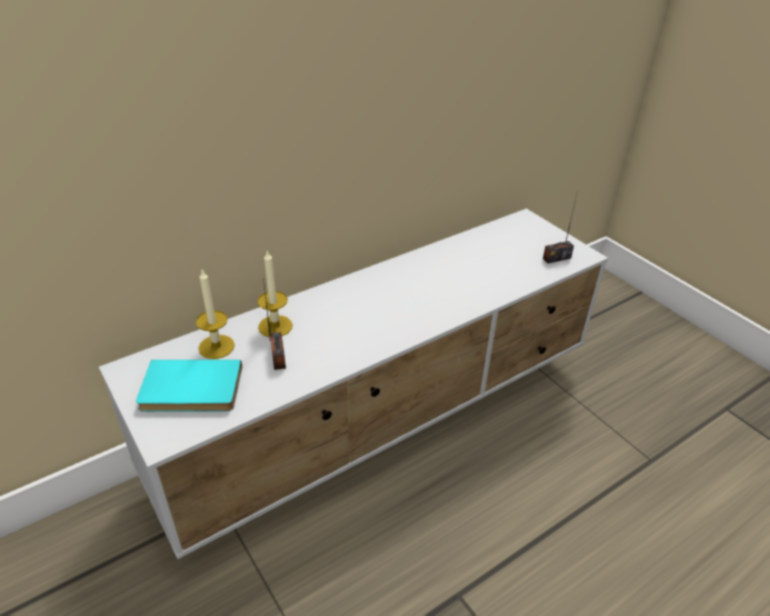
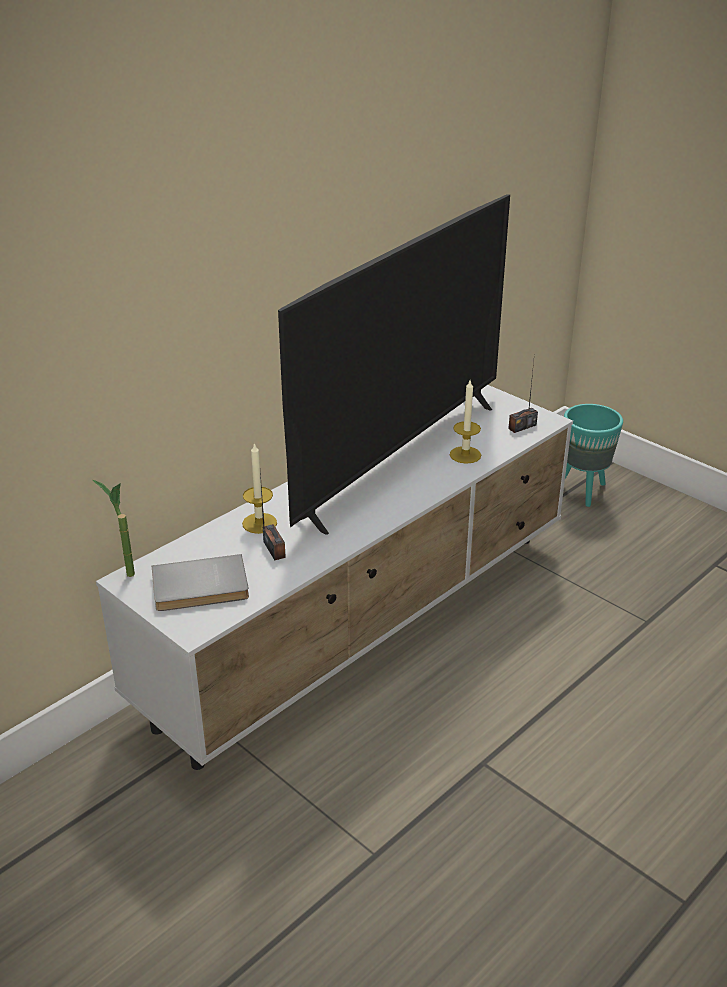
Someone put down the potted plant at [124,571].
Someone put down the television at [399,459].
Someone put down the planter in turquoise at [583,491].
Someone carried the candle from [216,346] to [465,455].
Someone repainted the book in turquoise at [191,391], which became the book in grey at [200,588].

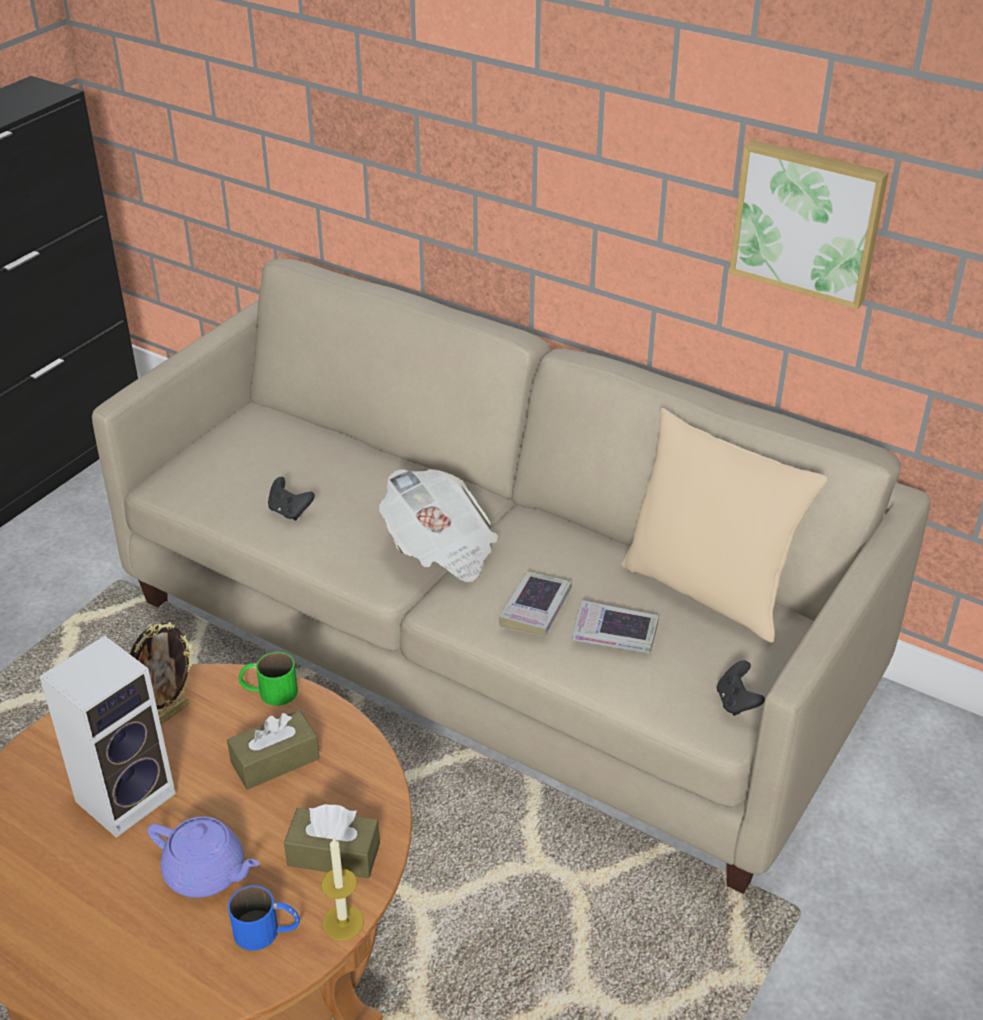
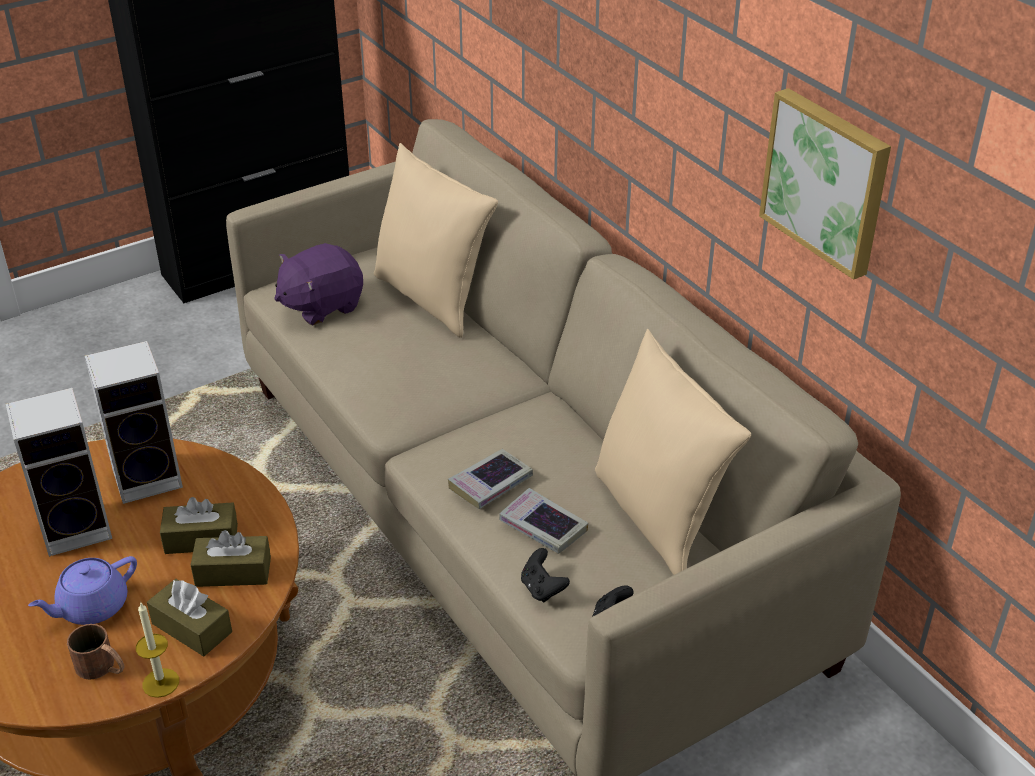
Someone took away the mug in green at [269,691].
Someone took away the newspaper at [440,548].
Someone put down the tissue box in brown at [233,572].
Someone put down the plush toy in purple at [321,305].
Someone put down the pillow in beige at [433,298].
Someone carried the game controller in black from [290,511] to [542,589].
Someone swapped the picture frame at [169,715] for the speaker at [150,476].
Someone repainted the mug in blue at [267,931], which became the mug in brown at [102,667].
Someone rotated the teapot in purple at [207,873] by 90 degrees clockwise.

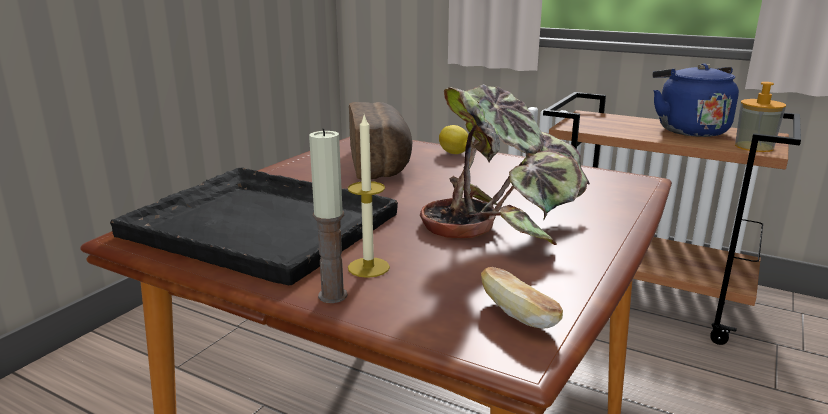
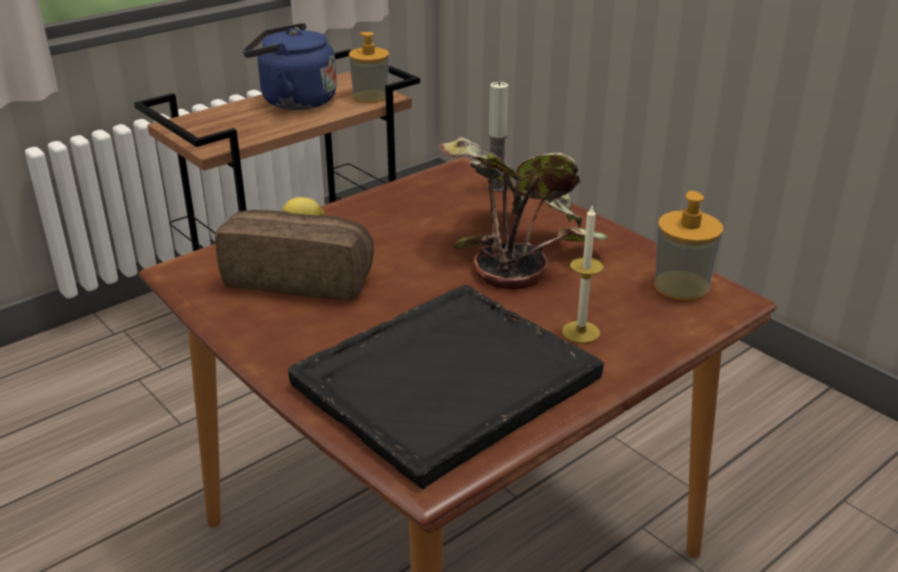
Someone carried the candle from [332,296] to [496,187].
Someone swapped the bread at [518,315] for the soap dispenser at [681,286].

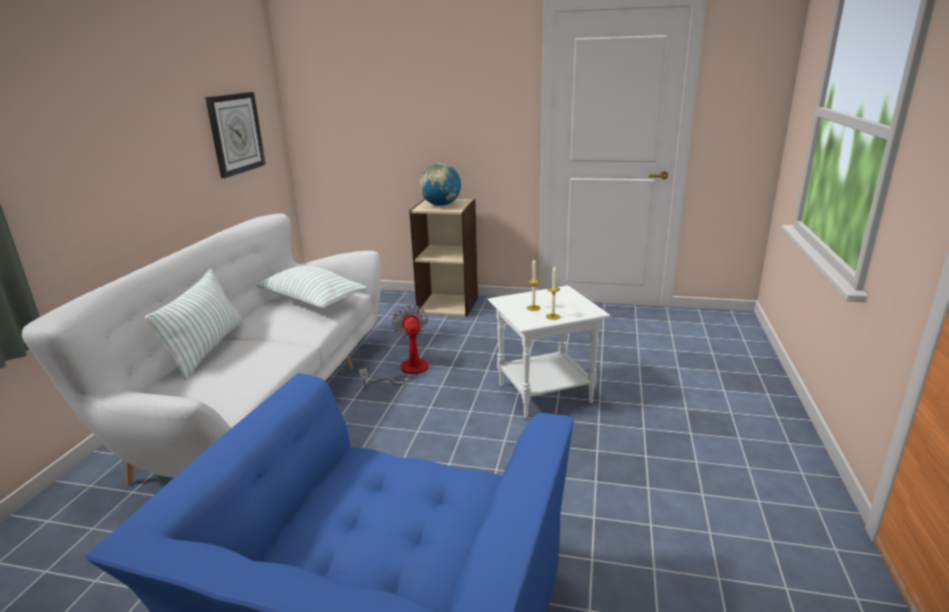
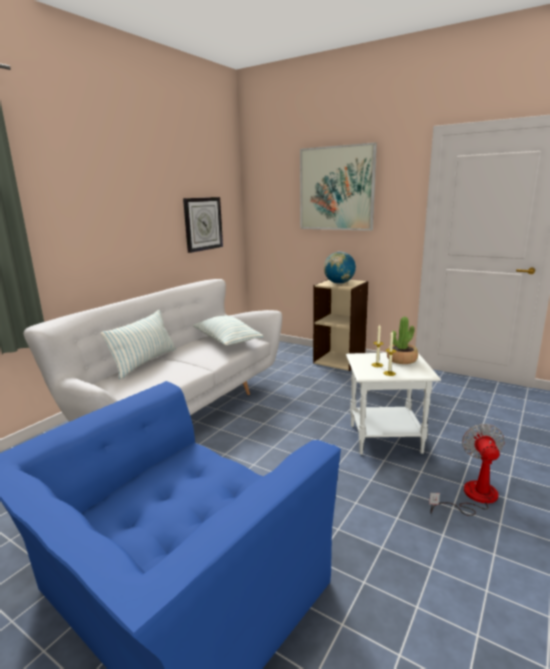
Someone put up the picture at [336,188].
Someone put down the potted plant at [401,359].
Someone carried the fan from [406,371] to [472,497].

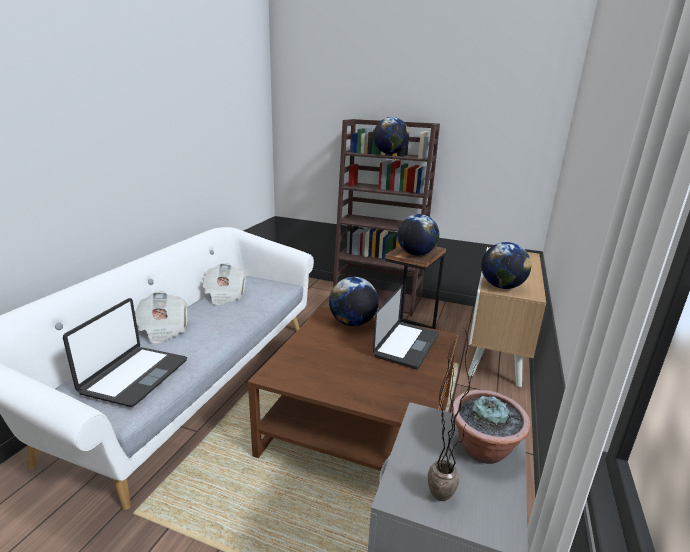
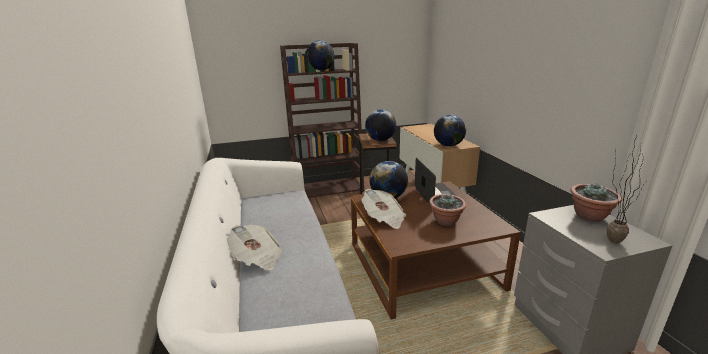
Someone took away the laptop at [134,376].
Someone put down the potted plant at [446,221].
Someone carried the newspaper from [224,295] to [384,219].

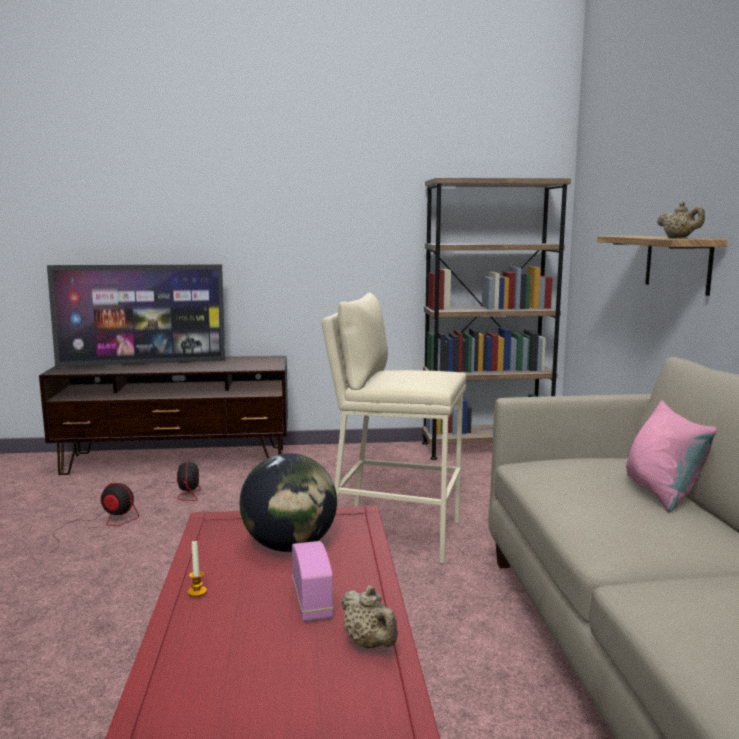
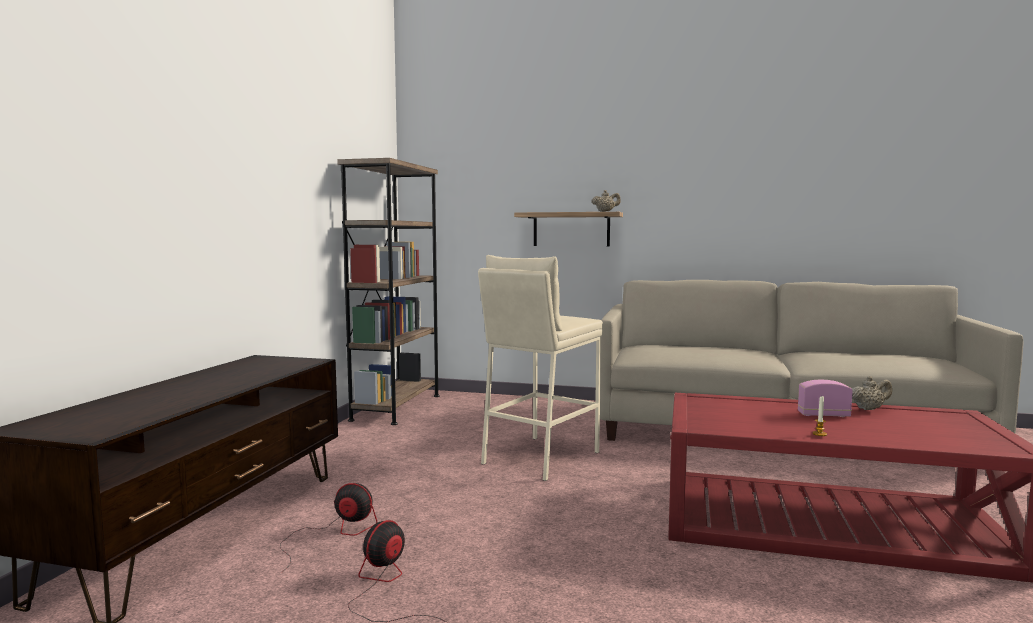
Someone took away the television at [143,363].
Someone took away the globe at [289,546].
Someone took away the pillow in pink at [661,493].

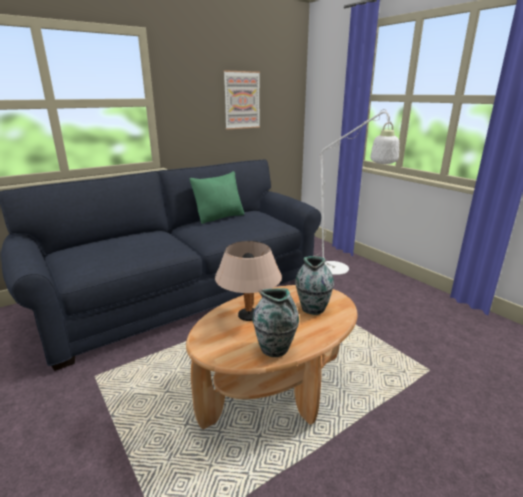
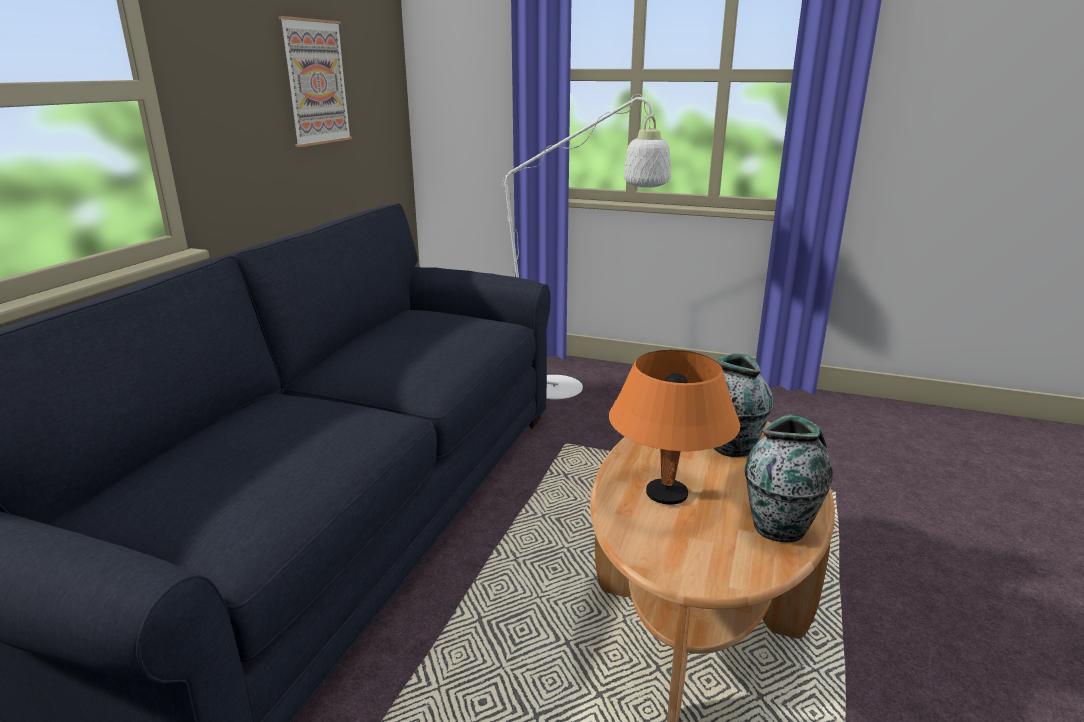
Someone took away the pillow in green at [220,217].
Someone repainted the table lamp in beige at [249,316], which became the table lamp in orange at [667,494].

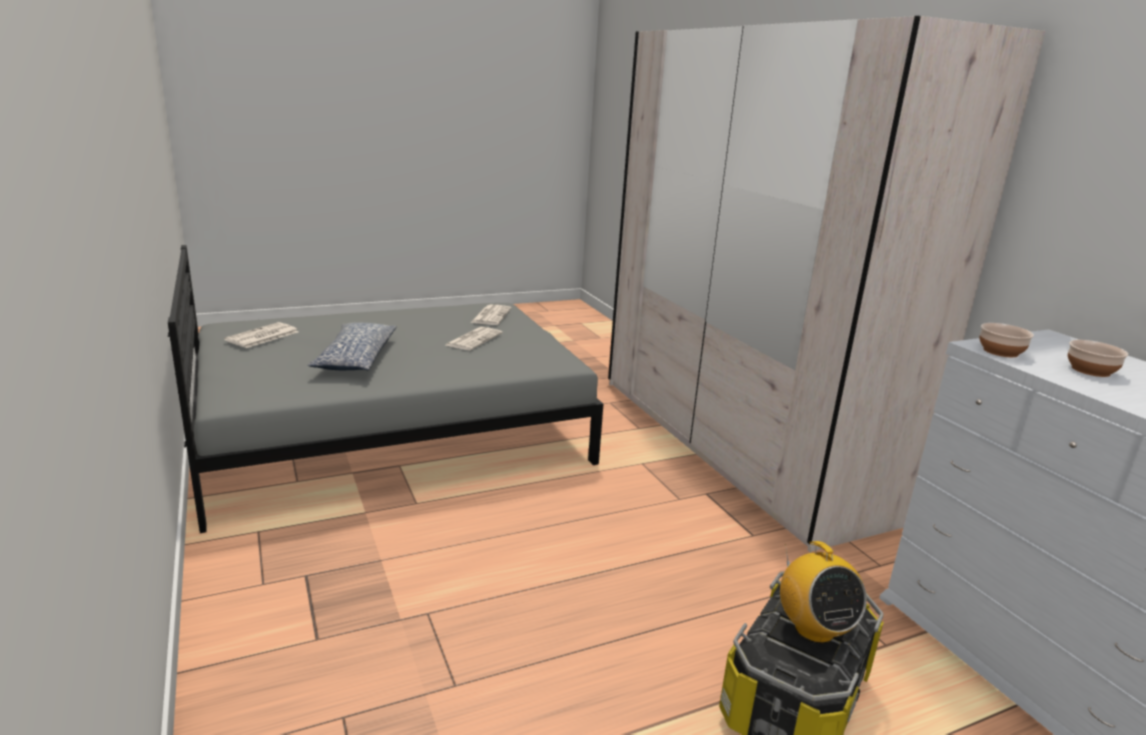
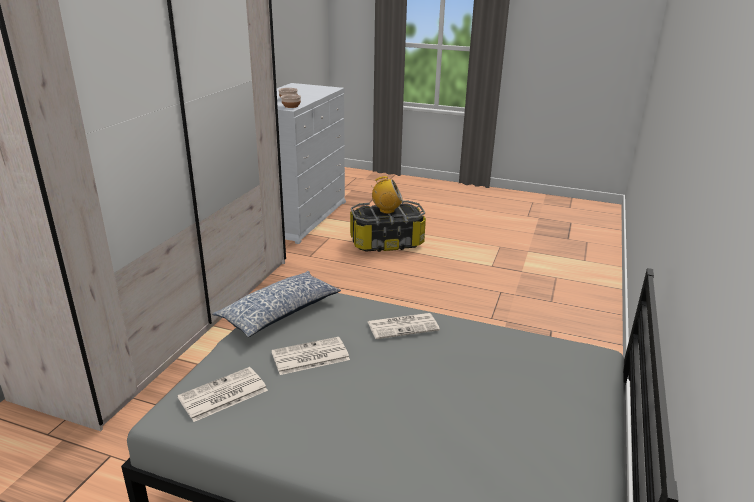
Someone carried the newspaper from [262,336] to [403,326].
Someone carried the pillow from [355,358] to [281,313].
Someone rotated the radio at [813,629] by 60 degrees clockwise.

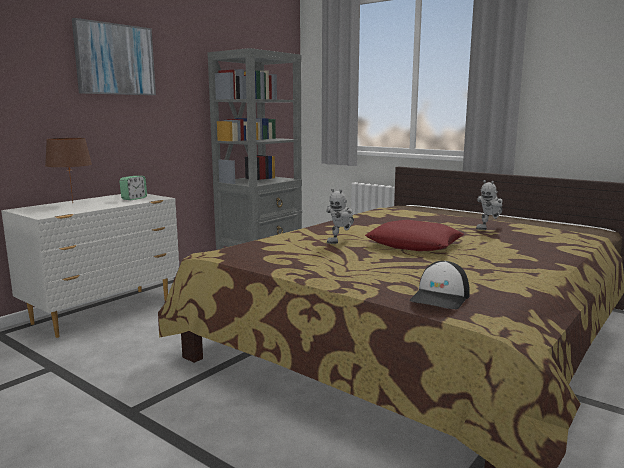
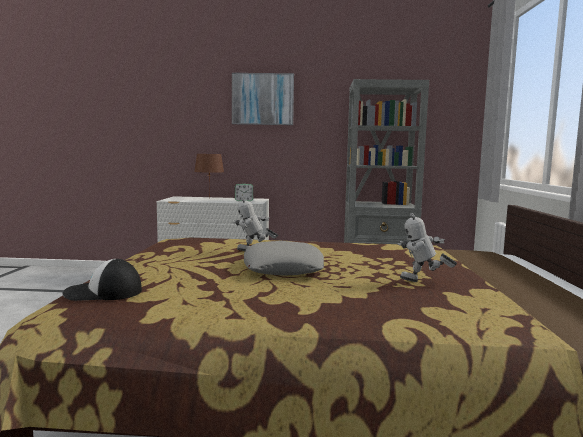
Someone repainted the pillow in red at [414,244], which became the pillow in grey at [283,268].

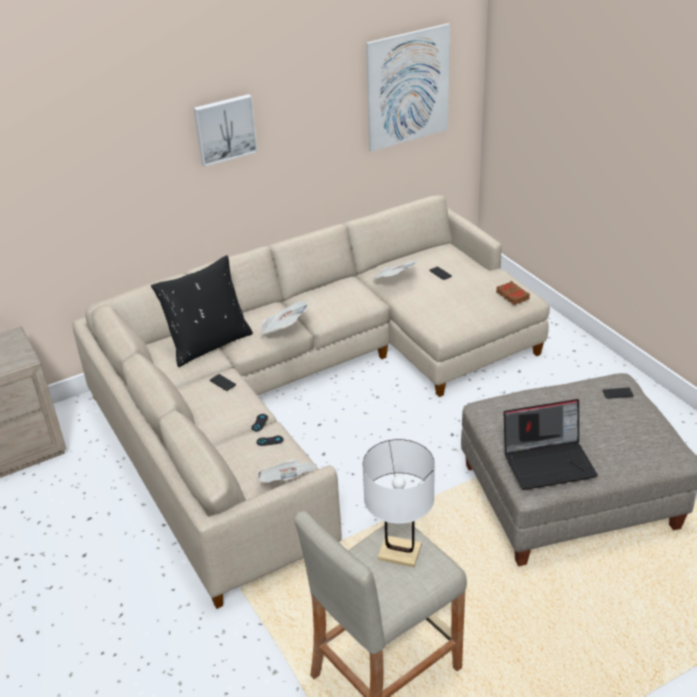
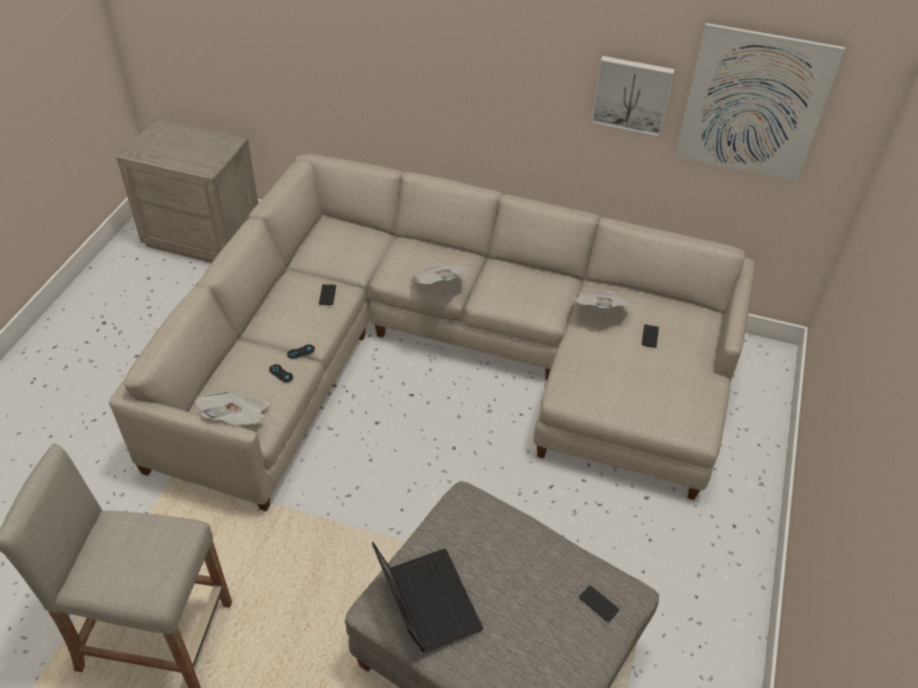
Someone took away the pillow in black at [209,344].
Someone took away the table lamp in white at [400,552].
Someone took away the book in brown at [512,296].
Someone carried the picture from [224,129] to [632,94].
Someone rotated the laptop at [549,462] by 150 degrees counterclockwise.

